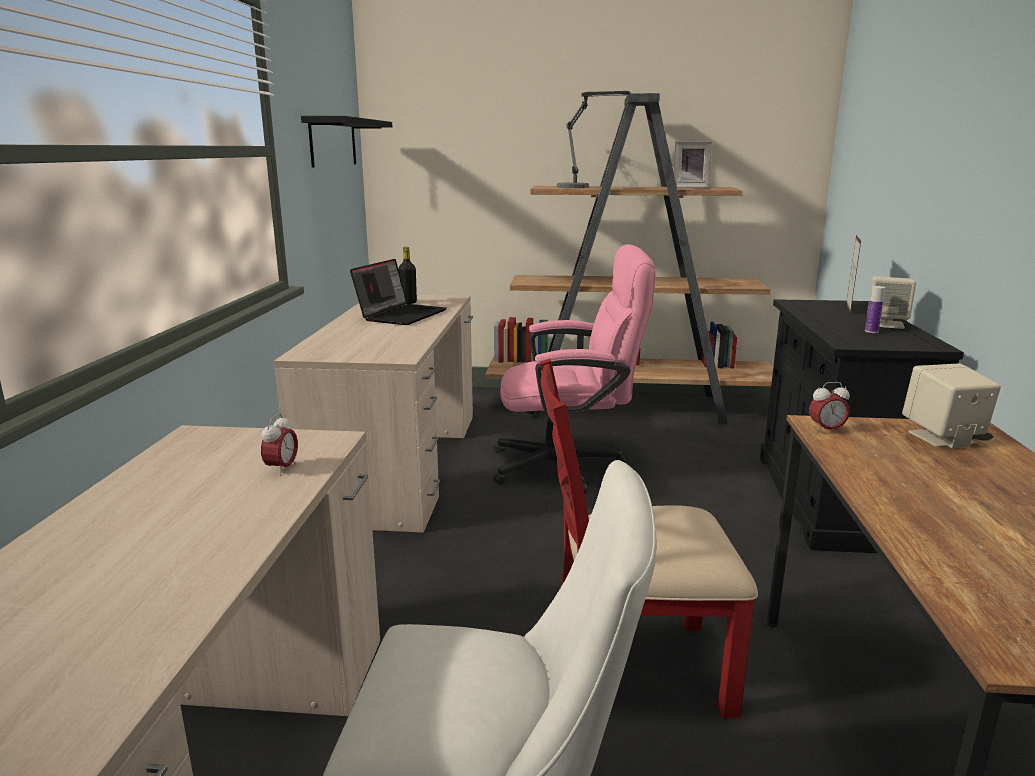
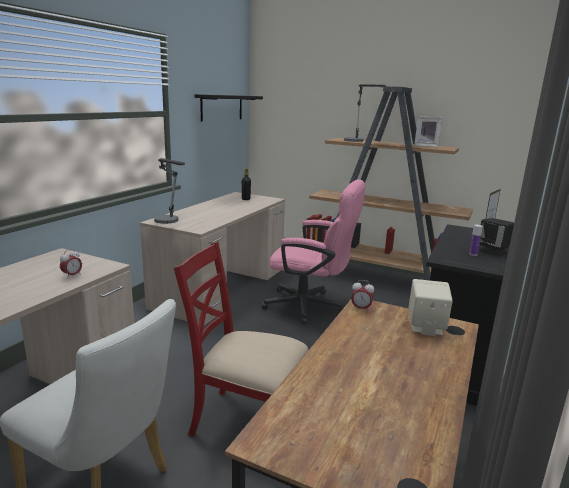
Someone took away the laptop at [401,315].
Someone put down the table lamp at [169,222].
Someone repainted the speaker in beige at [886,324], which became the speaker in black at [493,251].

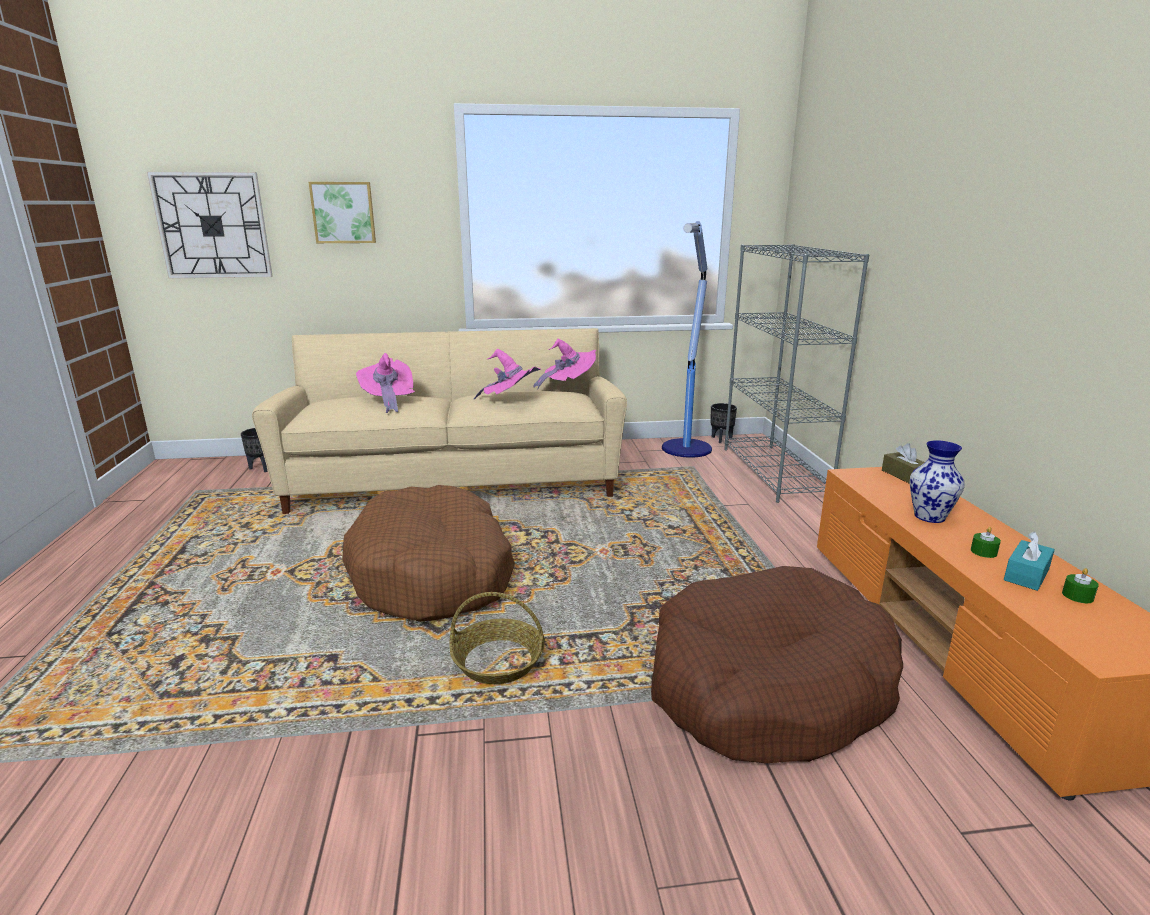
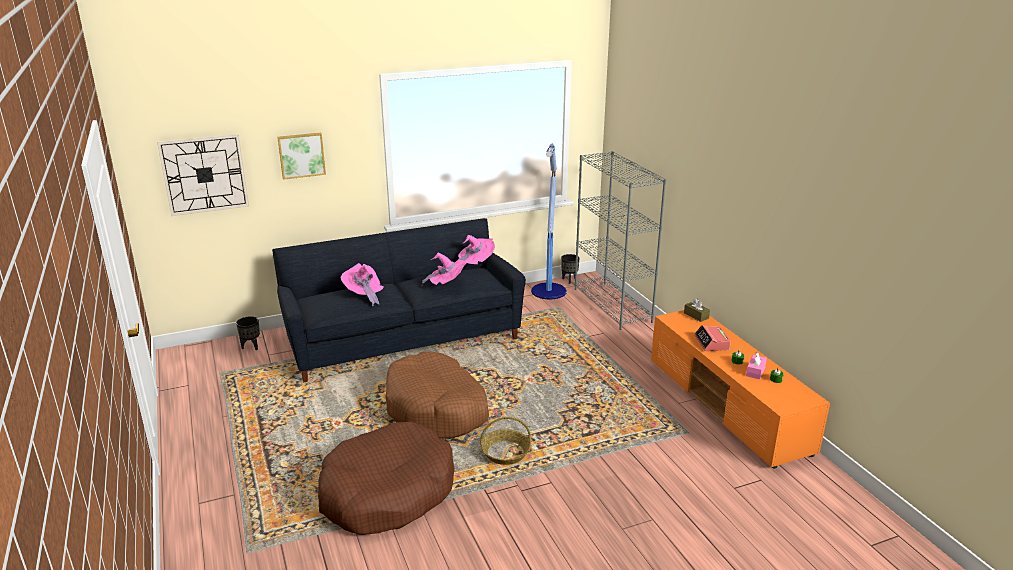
Someone carried the dog bed in brown from [767,686] to [387,492].
Someone swapped the vase at [930,517] for the alarm clock at [711,343].
Someone repainted the sofa in beige at [455,479], which became the sofa in black at [402,338].
Someone repainted the tissue box in turquoise at [1026,575], which became the tissue box in pink at [755,371].

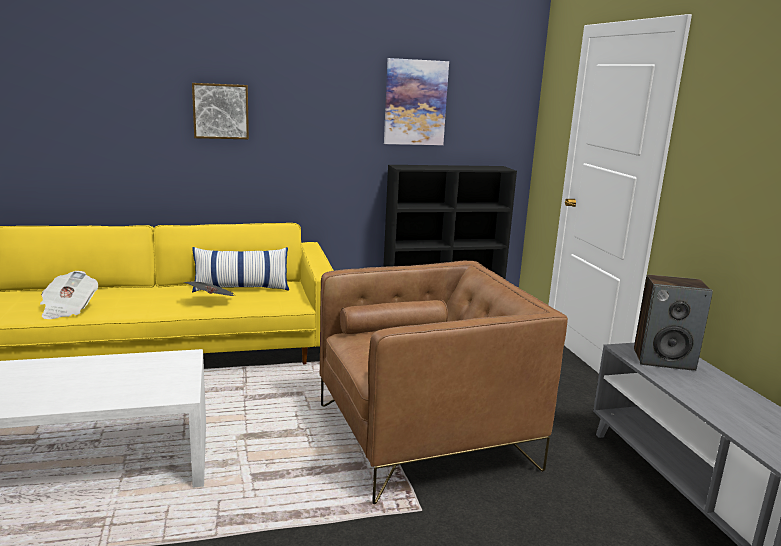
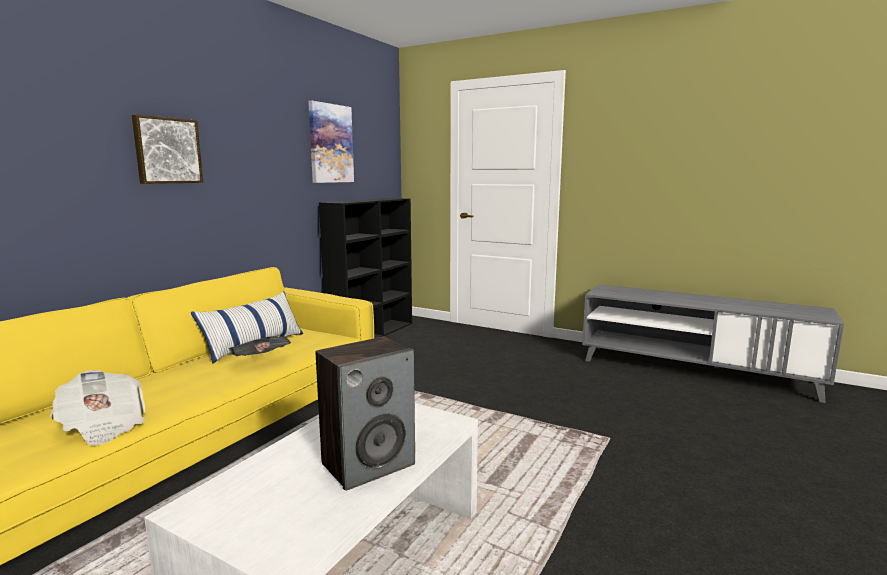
Someone took away the armchair in brown at [425,436].
Someone carried the speaker from [664,359] to [368,464].

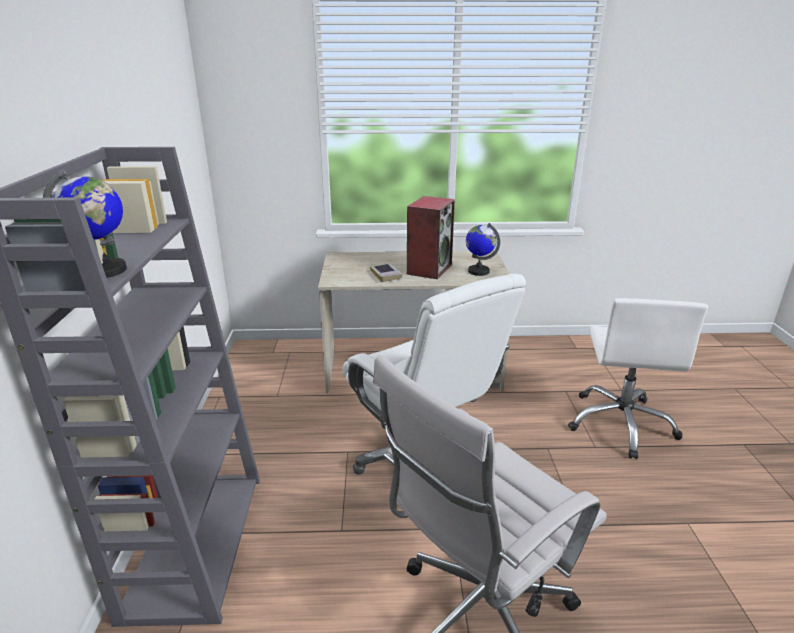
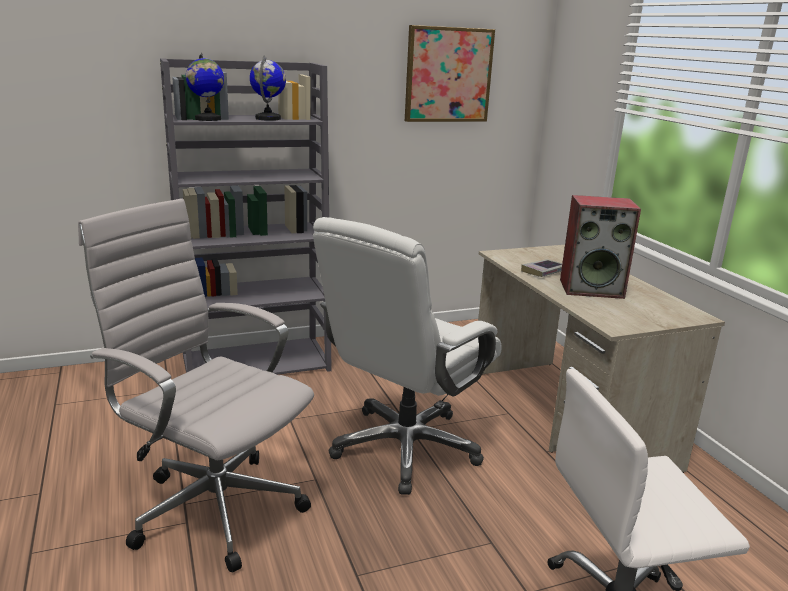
Someone put up the picture at [448,75].
Someone carried the globe from [478,271] to [268,118].

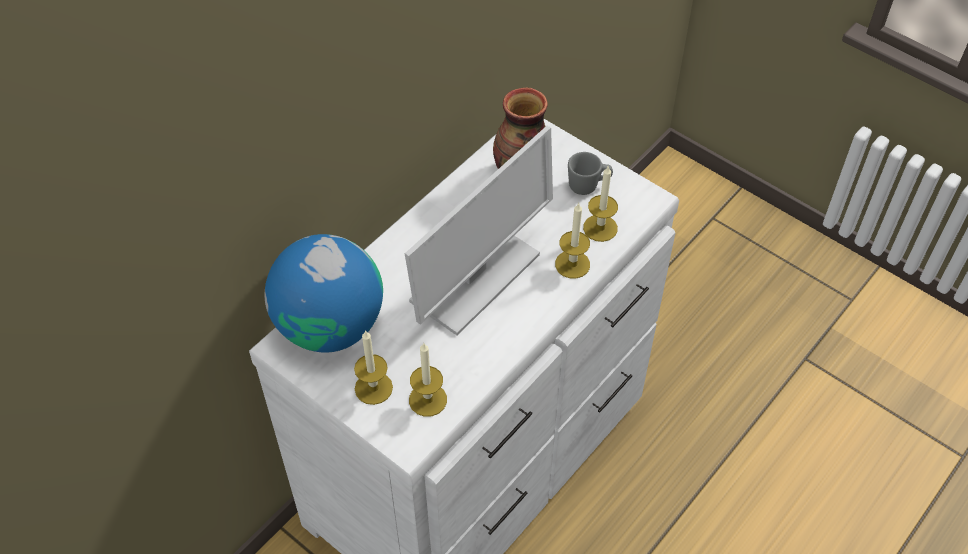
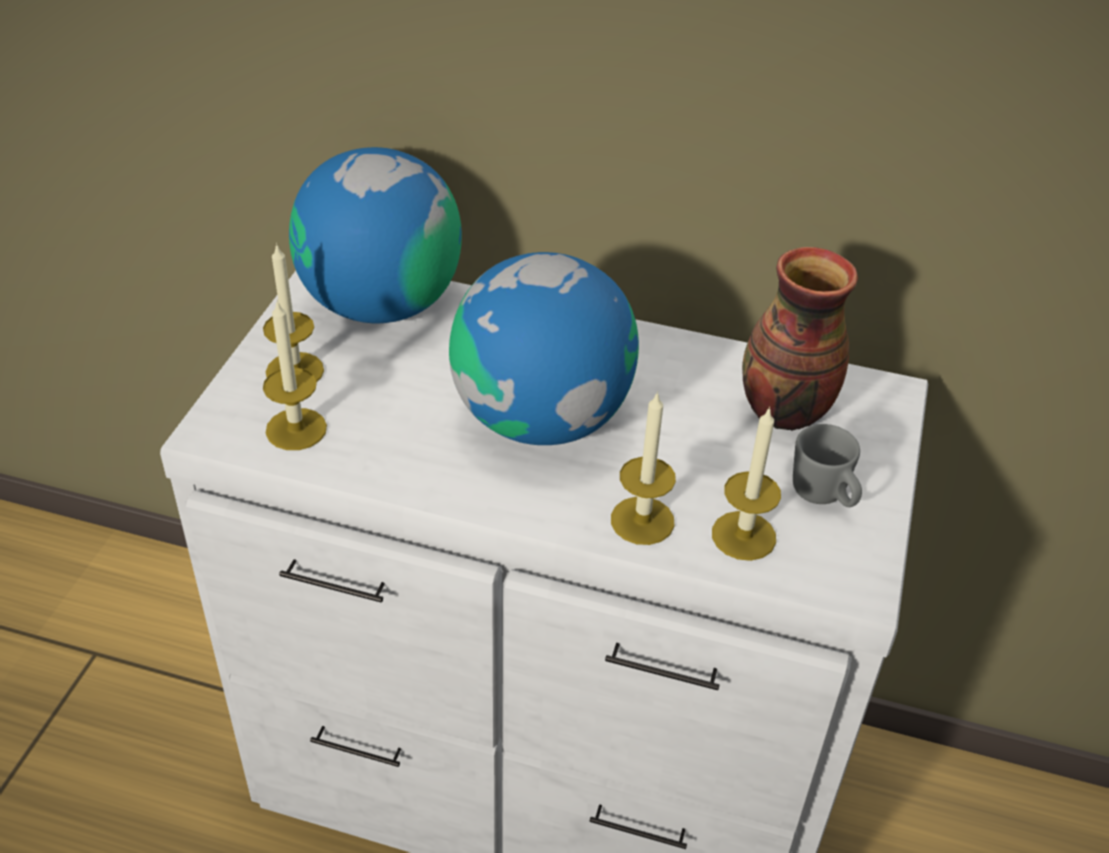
Someone swapped the monitor at [475,279] for the globe at [542,417].

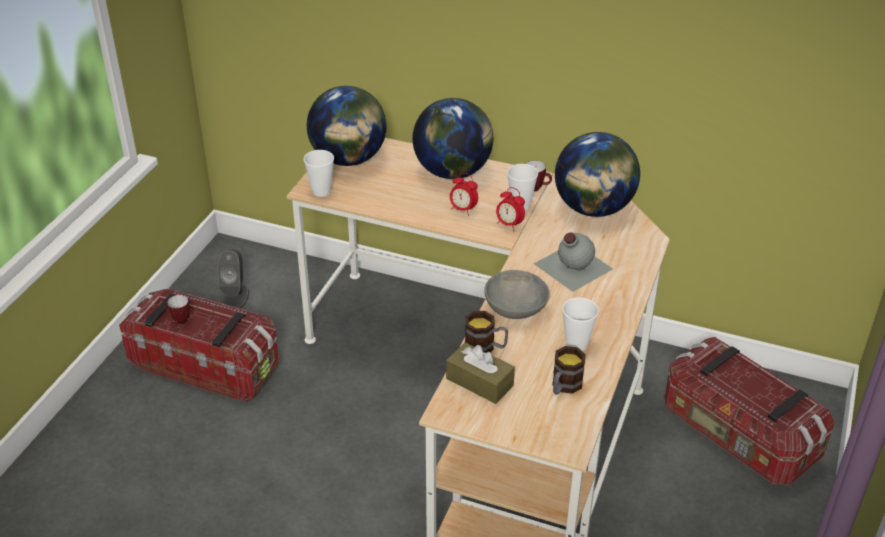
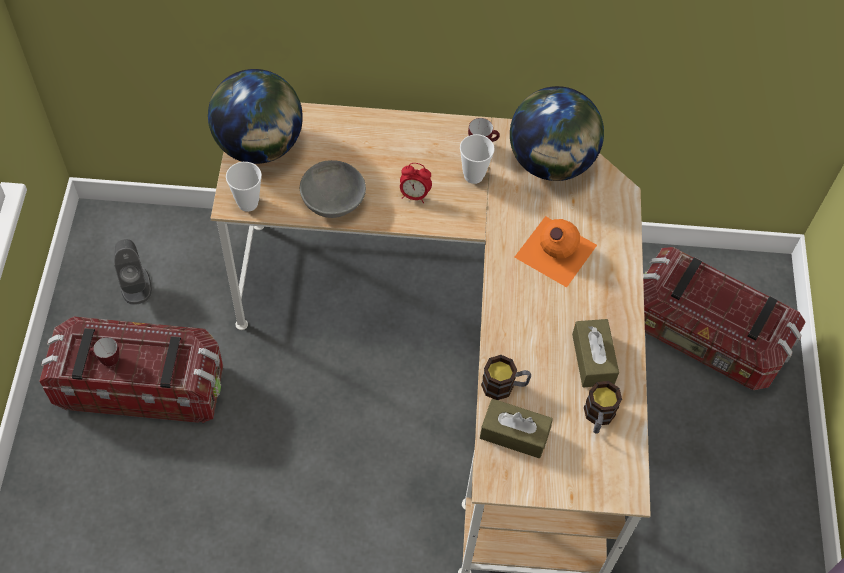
Someone took away the globe at [453,172].
Someone took away the alarm clock at [509,224].
Someone carried the bowl in grey from [516,308] to [334,200].
Someone swapped the cup at [576,345] for the tissue box in brown at [593,359].
Someone repainted the bottle in grey at [571,266], which became the bottle in orange at [554,251].

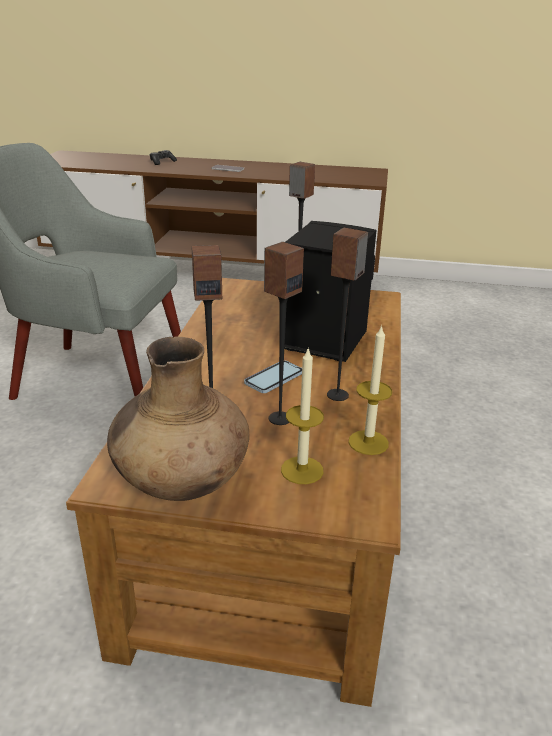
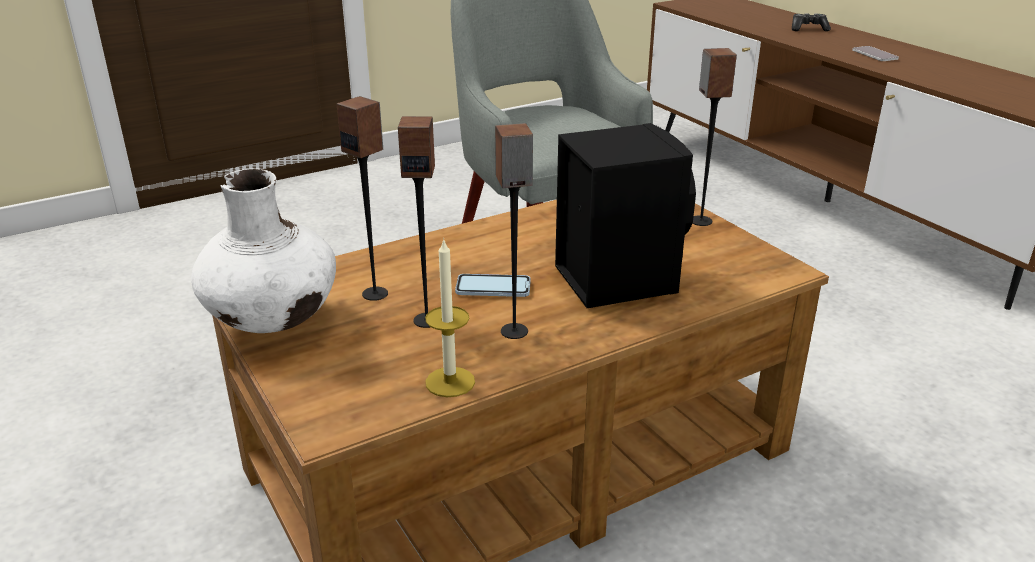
Someone took away the candle at [302,470].
Someone repainted the vase in brown at [182,482], which became the vase in white at [273,320].

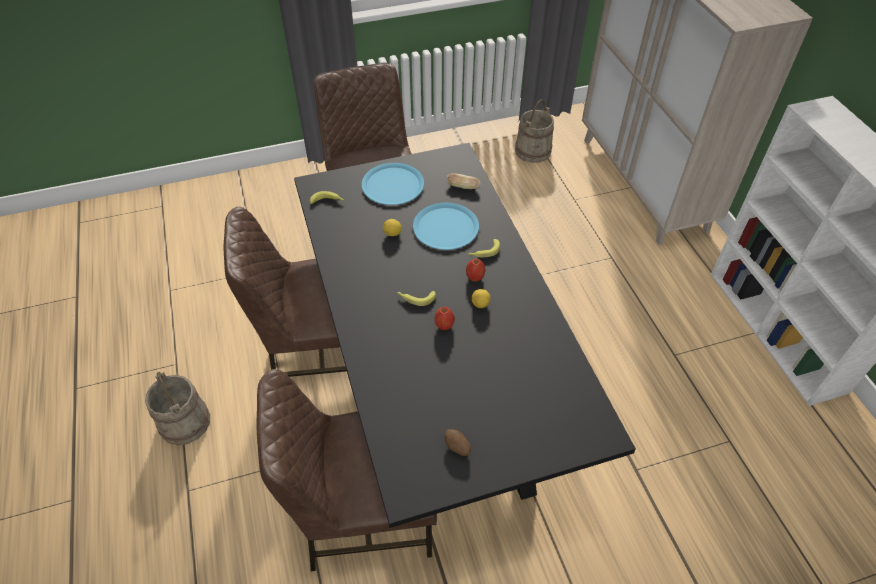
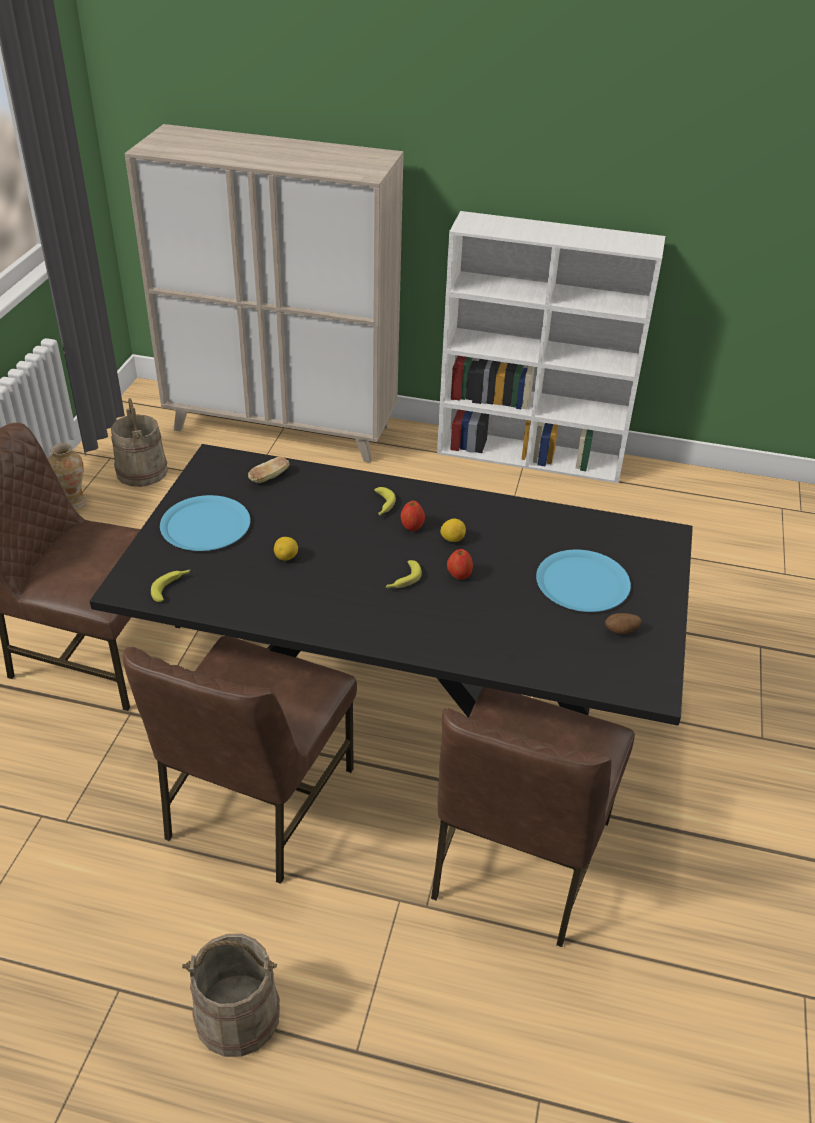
Someone put down the vase at [73,502].
Someone carried the plate in blue from [446,227] to [582,582].

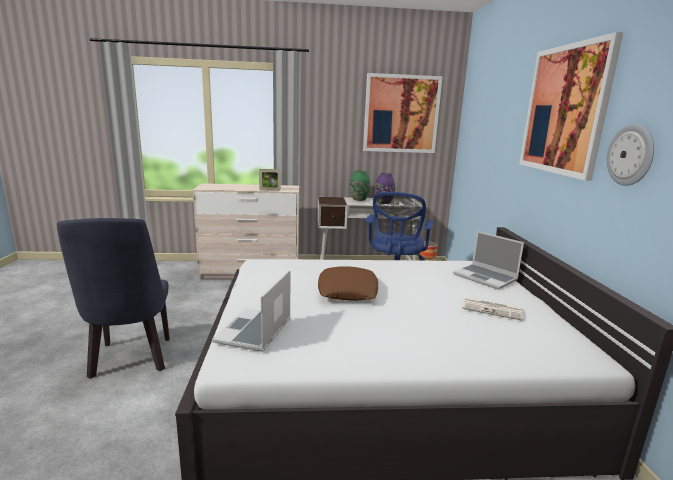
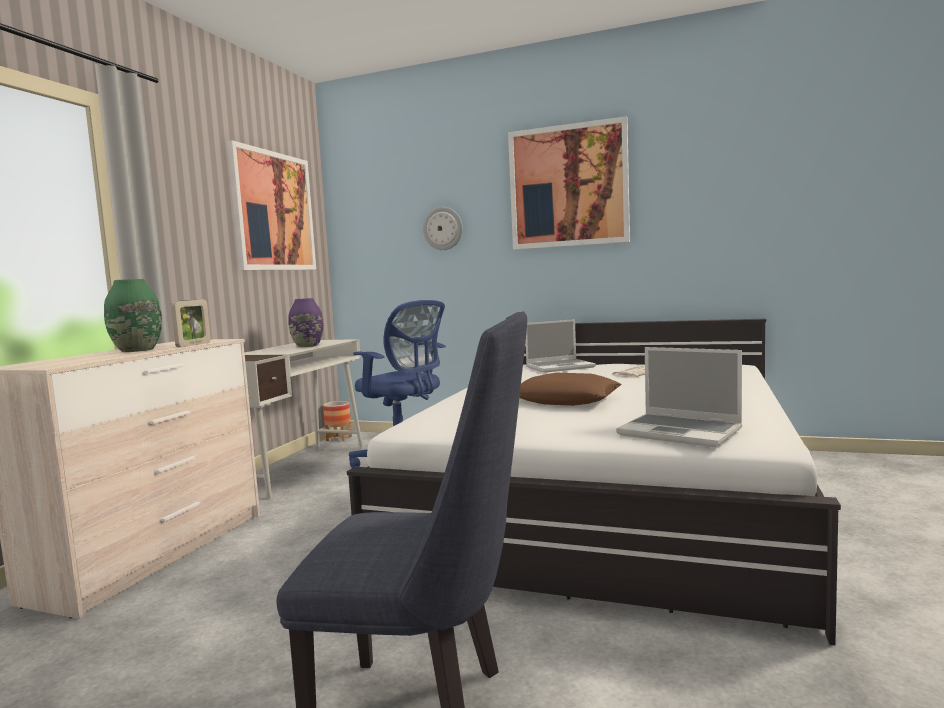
Someone carried the vase in green from [358,199] to [136,350].
Someone carried the wall clock from [630,155] to [443,228].

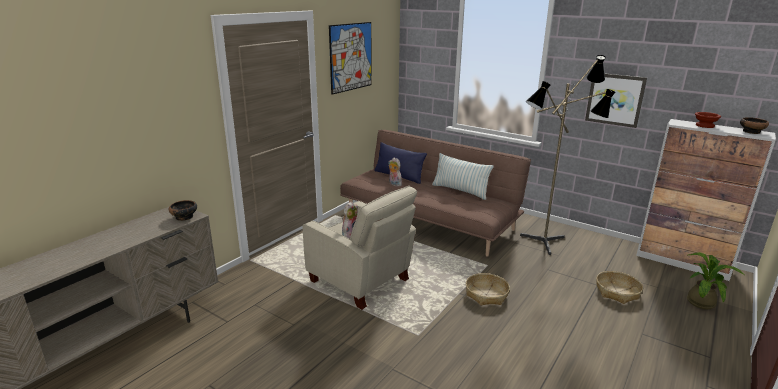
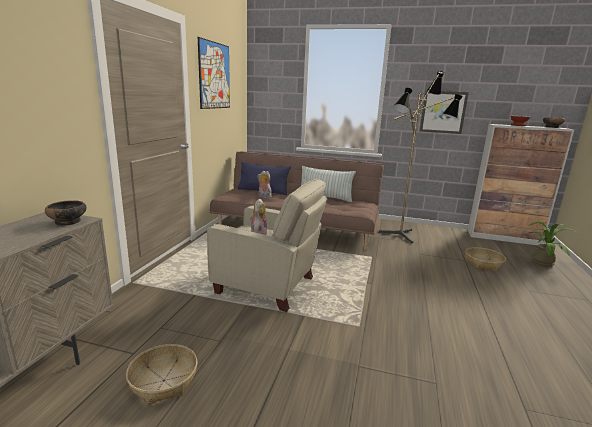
Someone carried the basket from [486,294] to [164,380].

